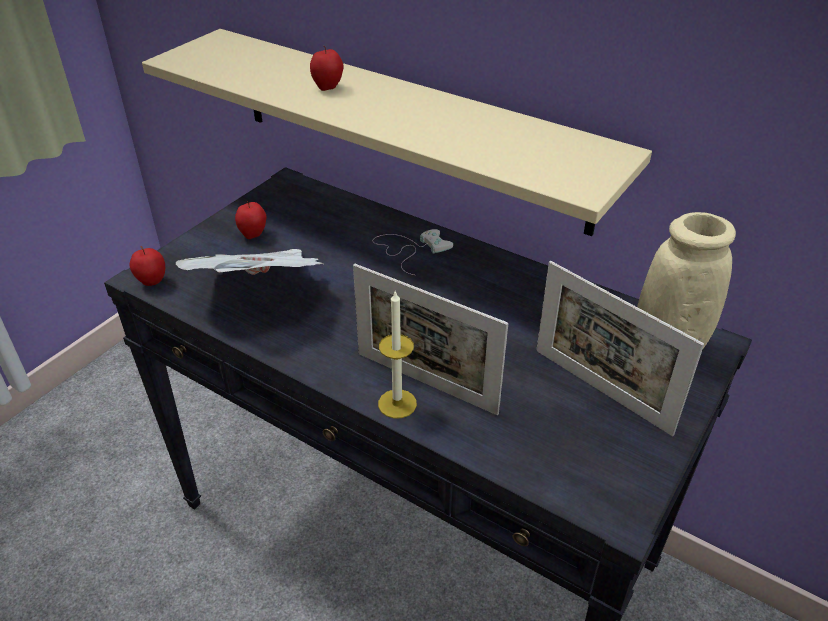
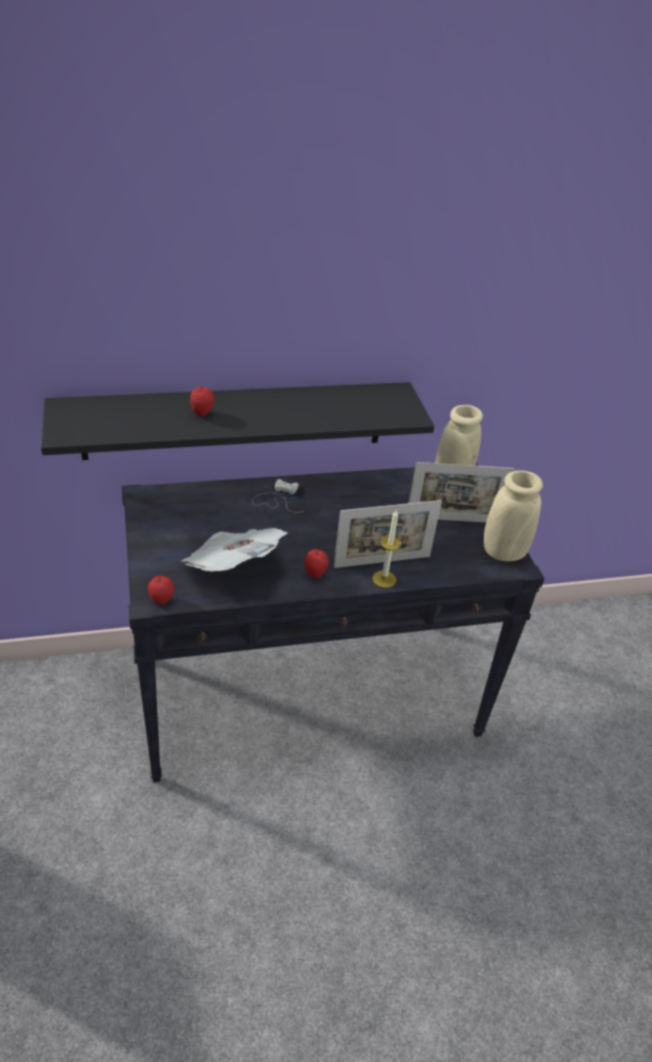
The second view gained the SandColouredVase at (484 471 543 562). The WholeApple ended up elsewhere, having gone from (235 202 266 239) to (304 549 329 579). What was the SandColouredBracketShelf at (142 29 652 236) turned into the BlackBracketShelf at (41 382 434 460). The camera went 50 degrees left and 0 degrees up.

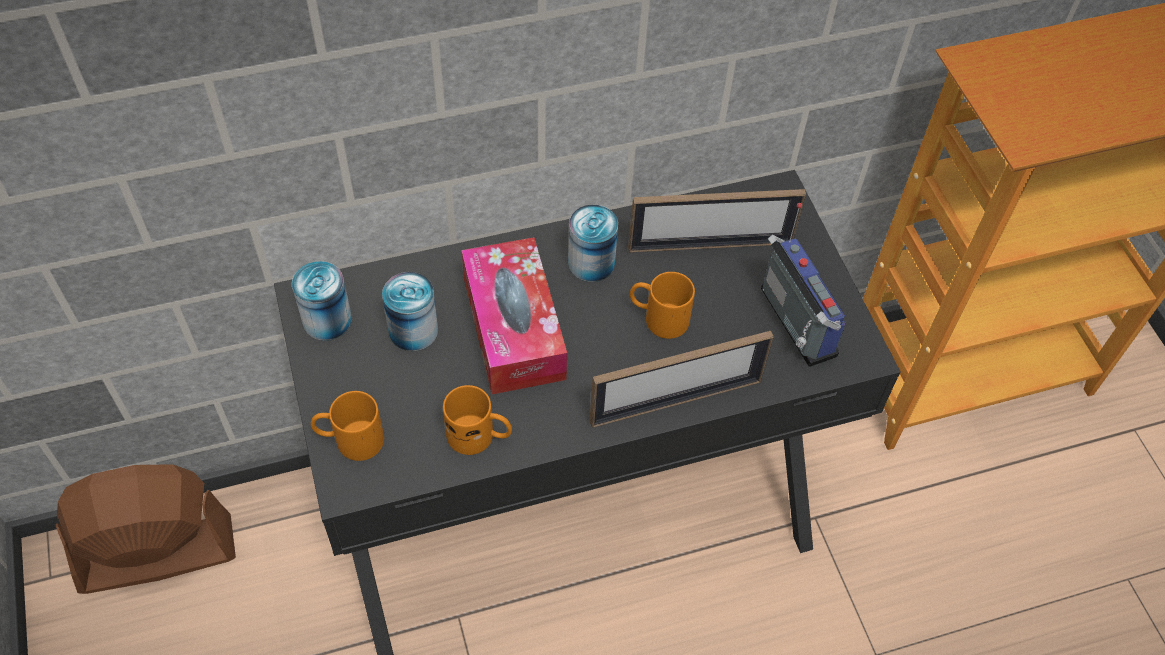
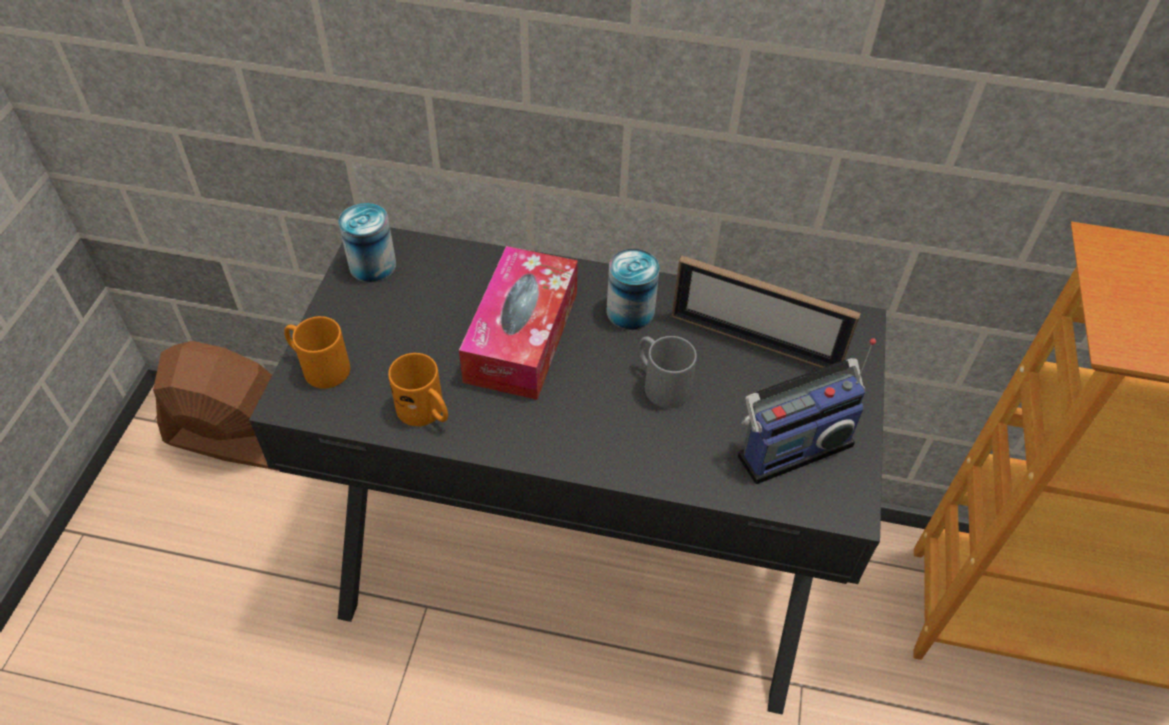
The second view lost the SealedCan at (382 272 438 351). The second view lost the StandingFrame at (589 331 774 428). What was the OrangeMug at (630 272 695 339) turned into the GreyishMug at (638 336 697 408). The RadioSet at (761 203 846 367) ended up facing another way, 60 degrees clockwise from before. The camera went 30 degrees right and 5 degrees down.

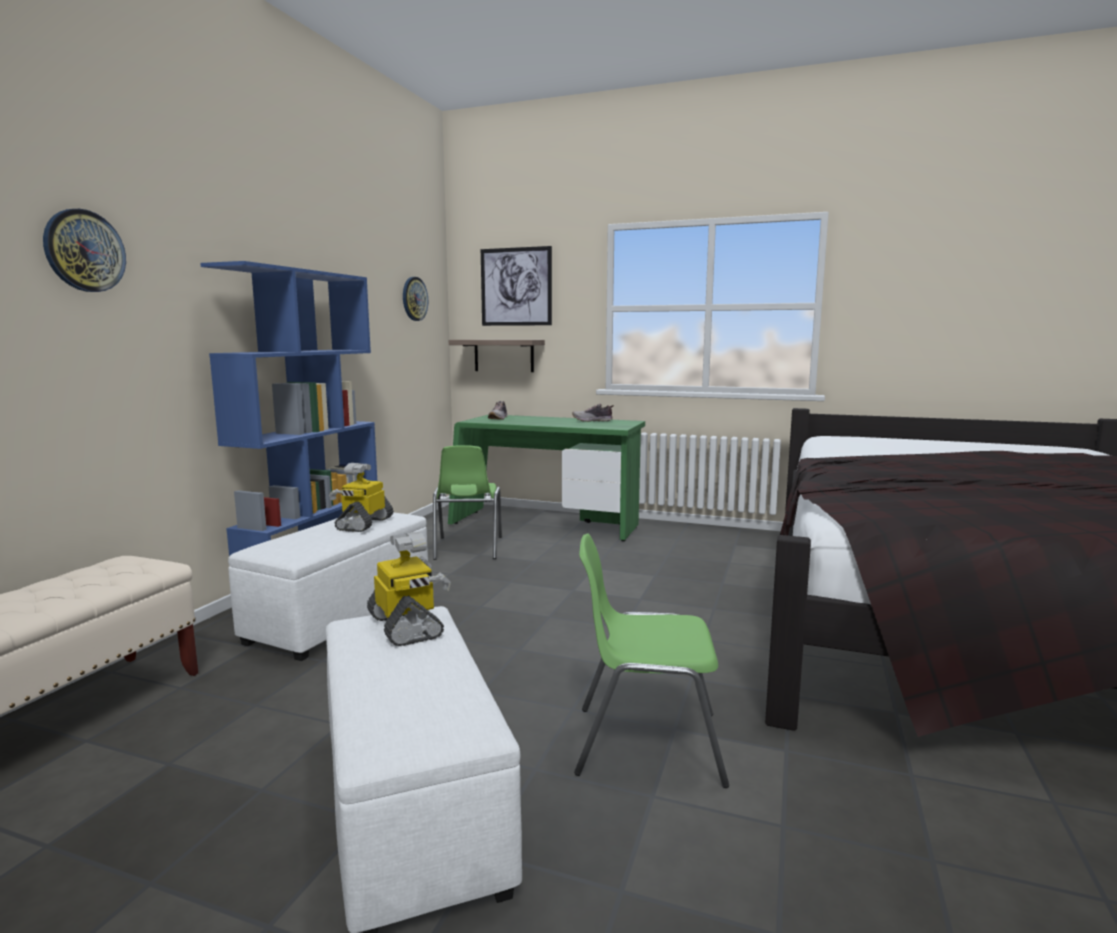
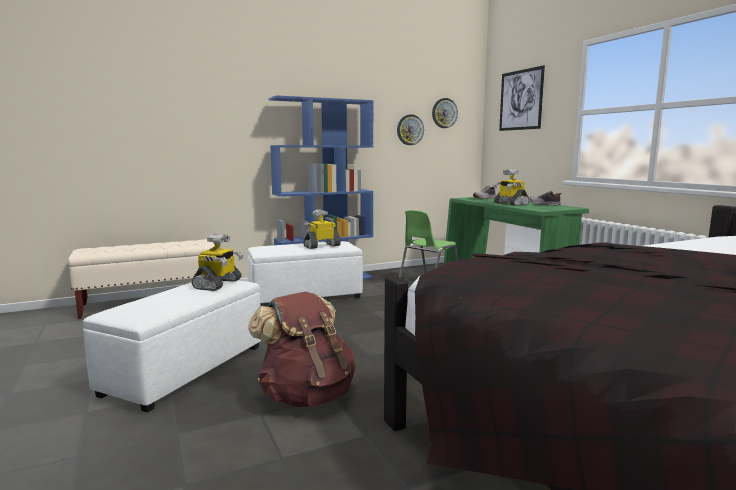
The second view lost the BracketShelf at (449 340 545 372). The second view gained the ModelRobot at (493 169 530 206). The WallClock ended up elsewhere, having gone from (43 209 126 292) to (397 114 424 145). Where the GreenChair stood at (574 533 729 788), the BrownKnapsack came to stand at (248 292 356 407). The camera went 45 degrees right and 0 degrees up.

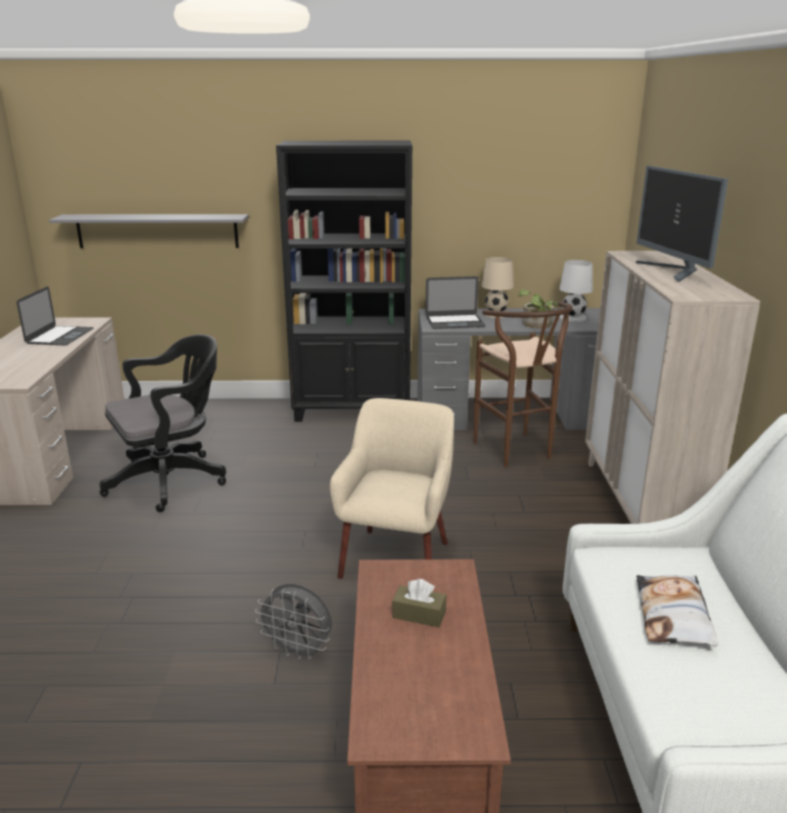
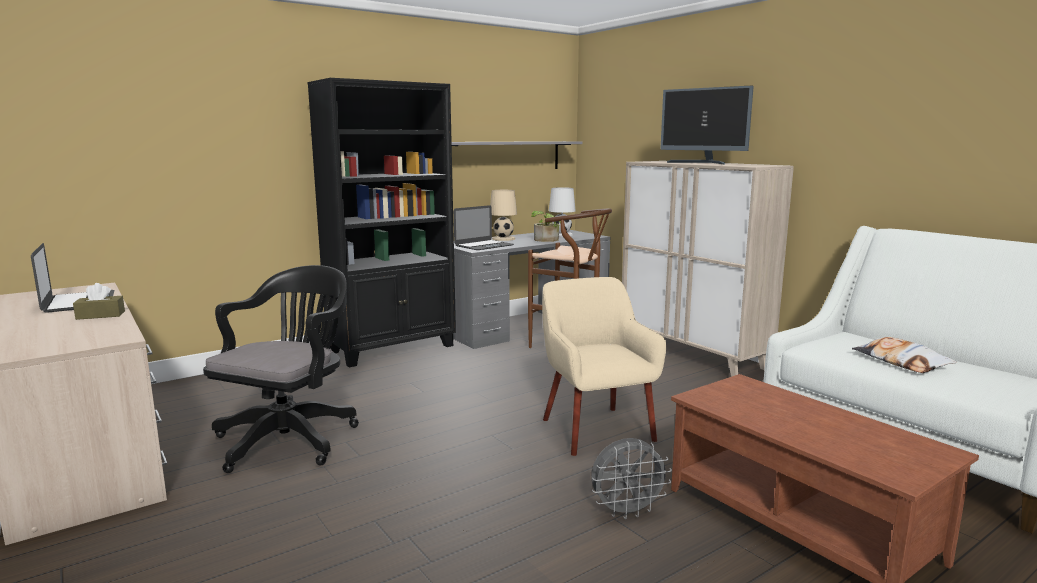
The GreyishBracketShelf ended up elsewhere, having gone from (49 214 249 248) to (452 141 582 169). The BrownTissueBox ended up elsewhere, having gone from (392 579 446 627) to (73 283 125 320). The camera went 35 degrees left and 10 degrees down.

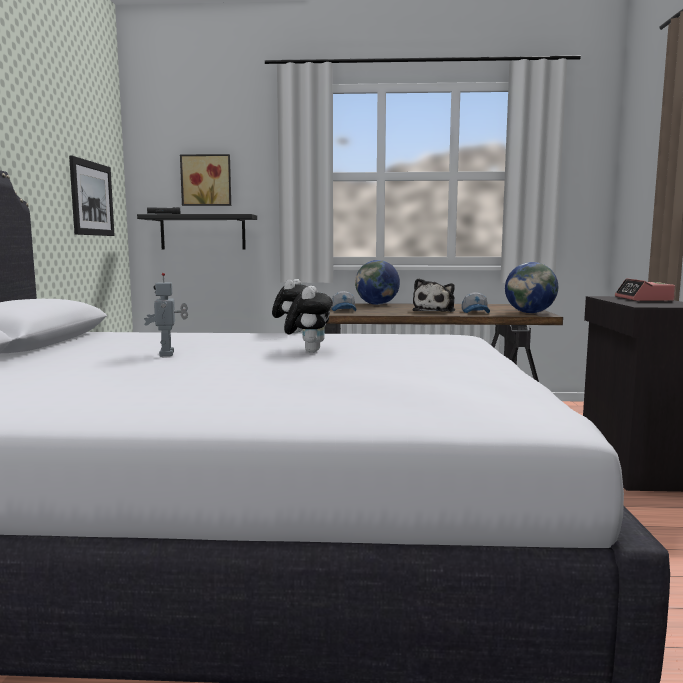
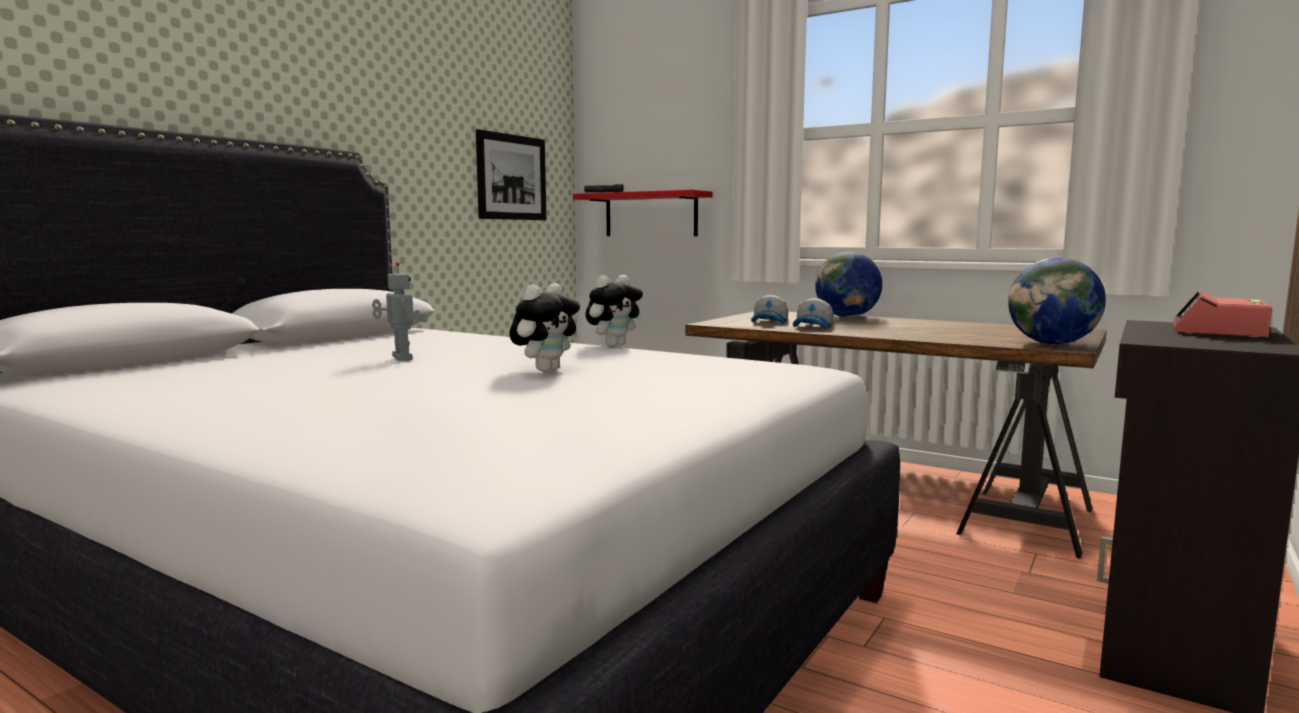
The second view lost the Picture at (180 154 231 206). The second view lost the SoftToy at (412 278 455 312). The PeakedCap ended up elsewhere, having gone from (462 292 490 313) to (793 298 834 329). What was the BlackBracketShelf at (137 214 257 250) turned into the RedBracketShelf at (573 190 713 236). The ModelRobot at (144 273 188 356) ended up facing another way, 135 degrees clockwise from before. The camera went 30 degrees right and 0 degrees up.

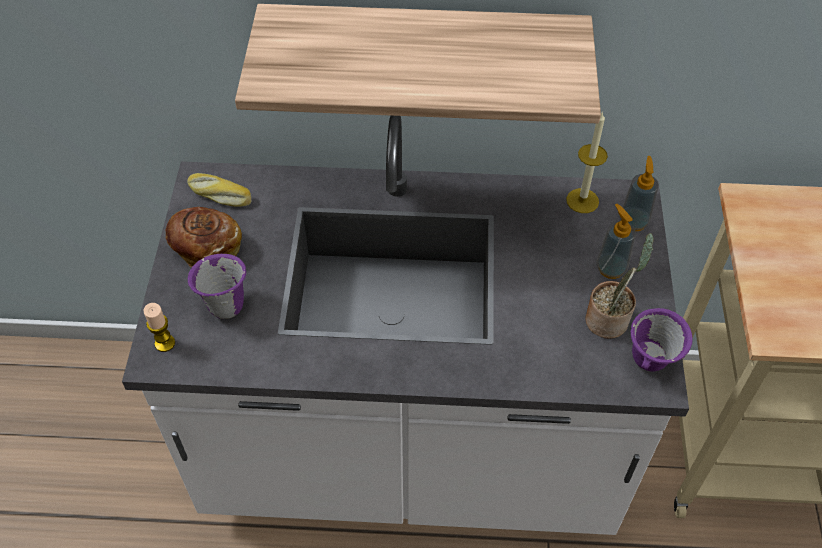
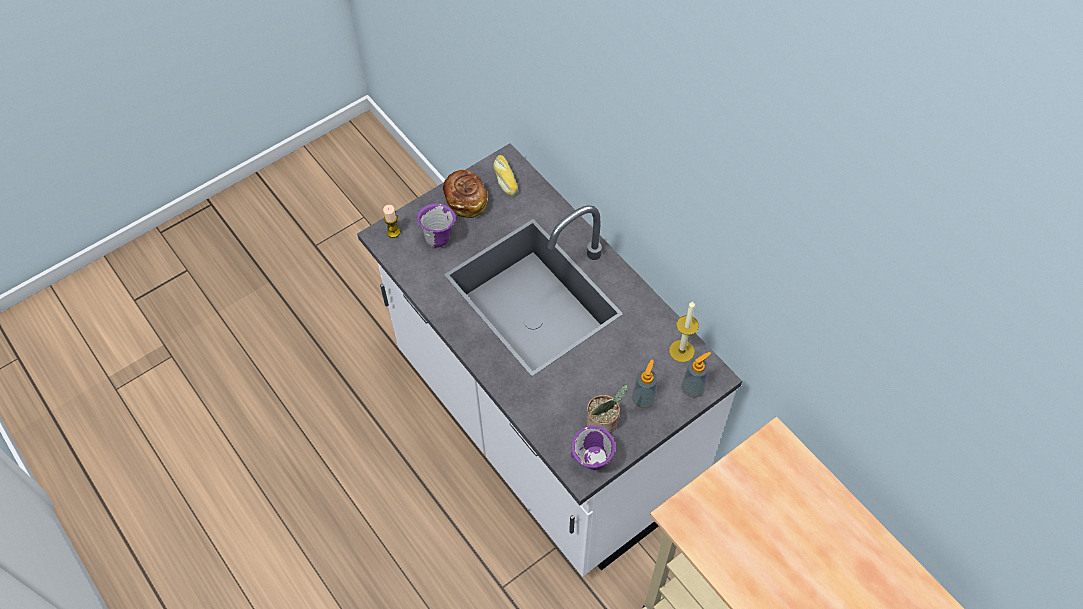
The second view lost the BracketShelf at (235 4 601 124). The camera went 50 degrees right and 5 degrees up.

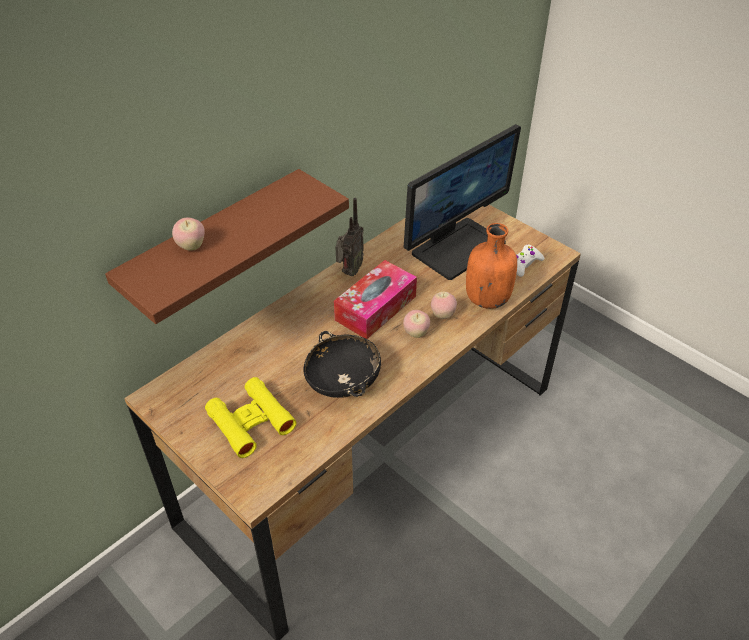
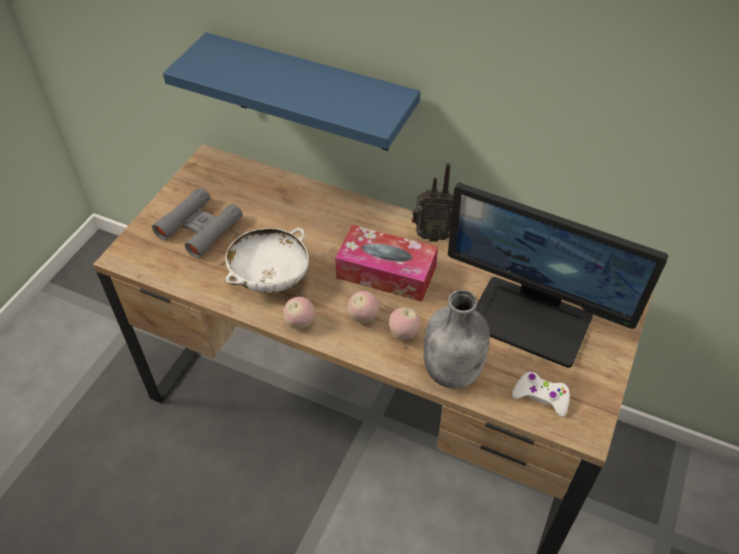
The WholeApple ended up elsewhere, having gone from (172 217 205 251) to (283 297 315 329). What was the BrownBracketShelf at (105 169 349 324) turned into the BlueBracketShelf at (163 33 420 151). What was the YellowFieldGlasses at (205 377 296 458) turned into the GreyishFieldGlasses at (152 187 243 258). What was the BlackBowl at (303 331 381 398) turned into the WhiteBowl at (226 228 309 293). What was the OrangeDrinkBottle at (466 223 517 309) turned into the GreyishDrinkBottle at (424 290 490 388). The camera went 70 degrees right and 5 degrees up.

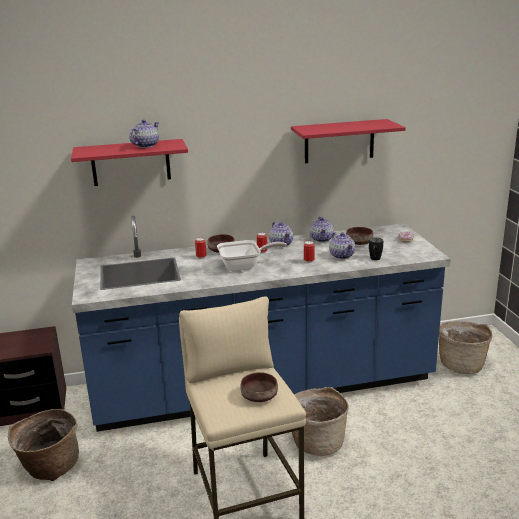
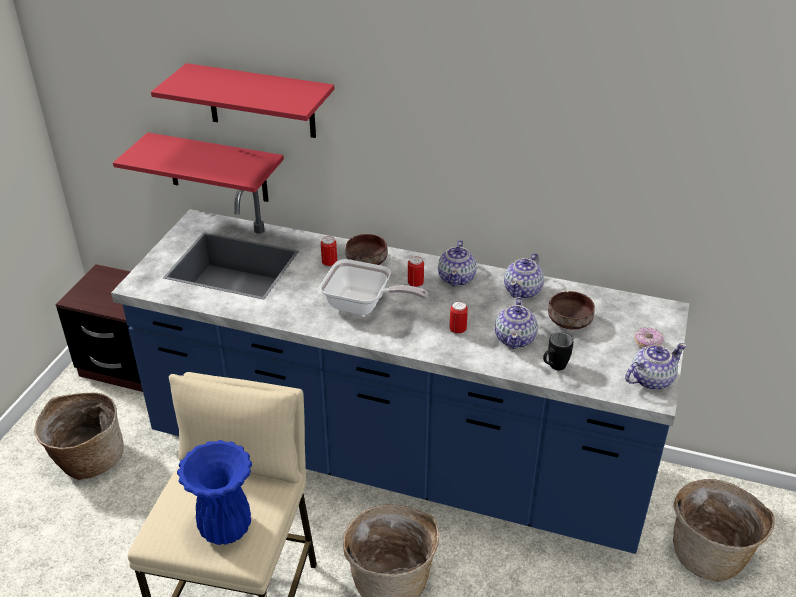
The PotForTea ended up elsewhere, having gone from (129 120 159 148) to (625 343 686 390). The RedBracketShelf ended up elsewhere, having gone from (291 119 406 163) to (113 132 284 202). Where the BrownBowl stood at (241 372 278 402), the BlueVase came to stand at (177 440 252 545). The camera went 30 degrees right and 15 degrees up.

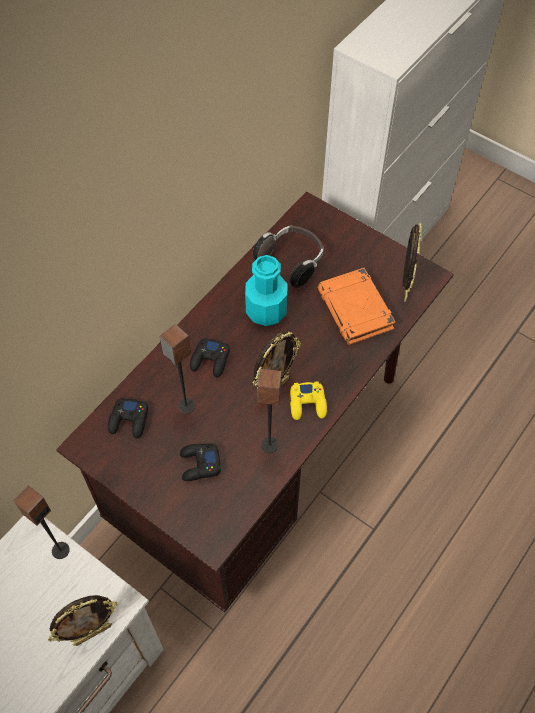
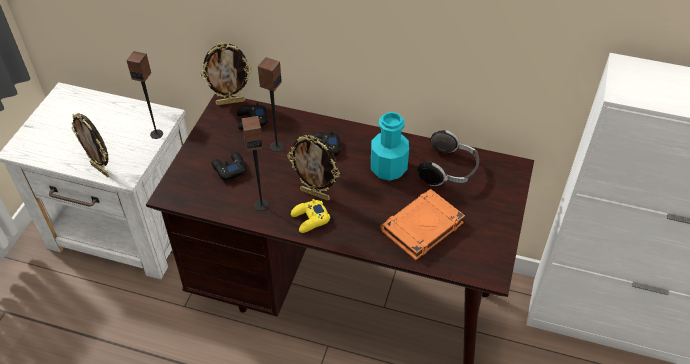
The StandingFrame ended up elsewhere, having gone from (403 223 422 302) to (200 43 252 105). The camera went 70 degrees right and 10 degrees down.

